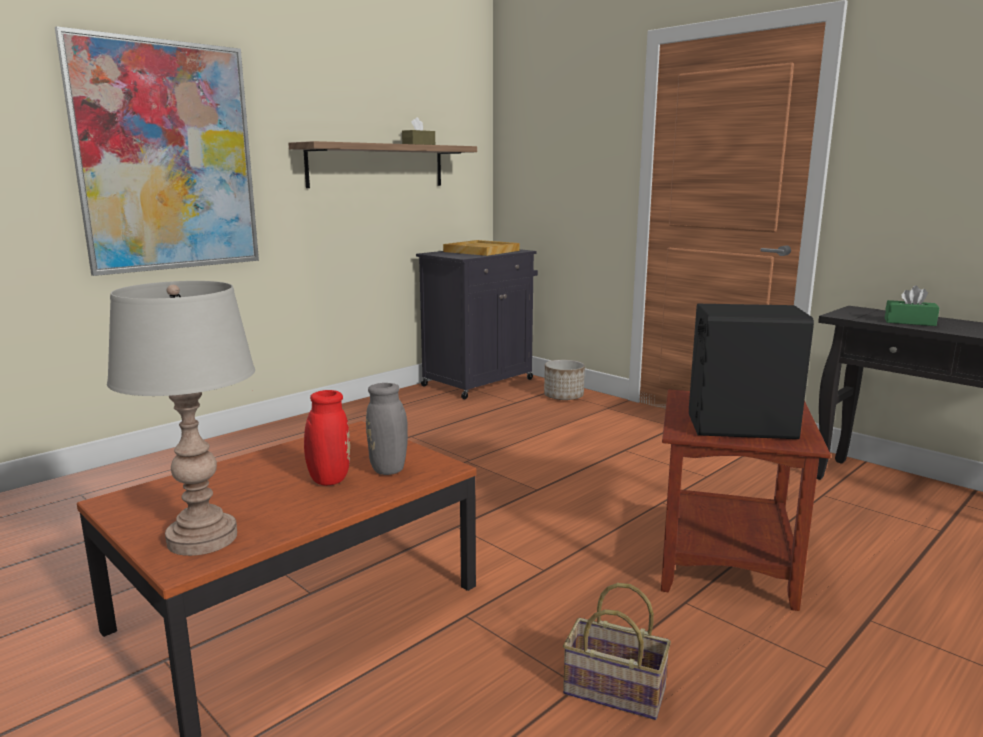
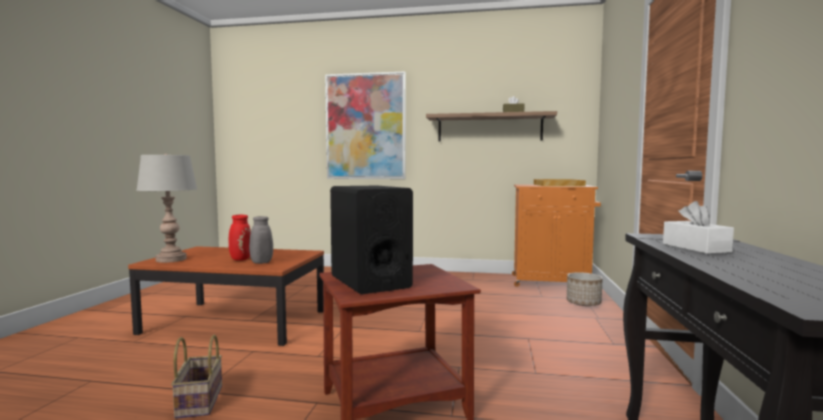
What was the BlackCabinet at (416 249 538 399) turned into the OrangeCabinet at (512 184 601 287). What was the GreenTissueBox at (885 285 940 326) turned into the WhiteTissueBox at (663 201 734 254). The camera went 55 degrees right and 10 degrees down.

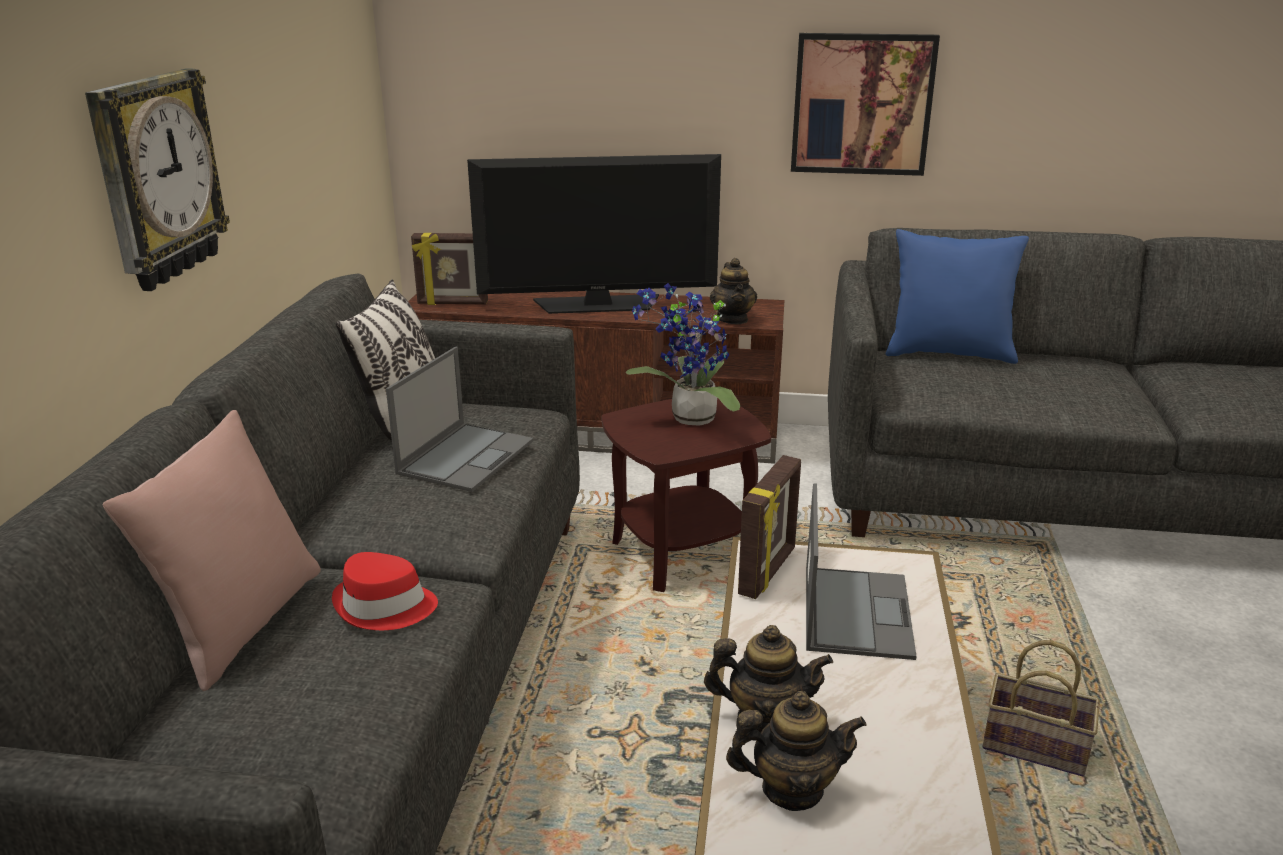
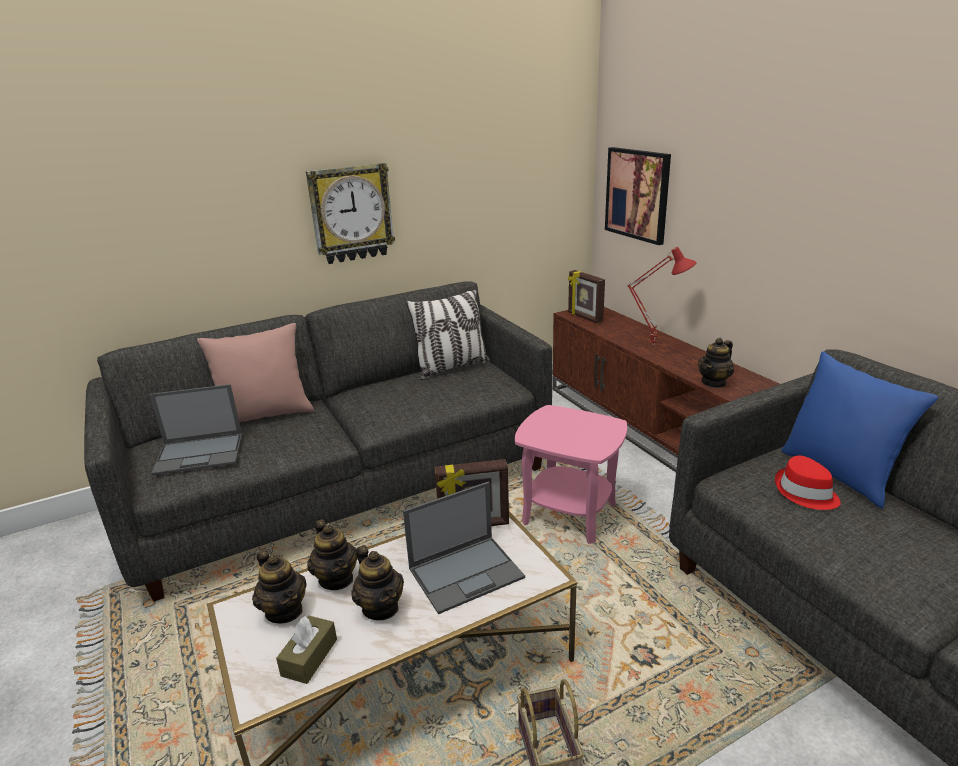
The second view lost the PottedPlant at (626 283 740 426). The second view gained the BrownTissueBox at (276 616 337 684). The second view gained the PotForTea at (351 545 404 620). The RedWearableHat ended up elsewhere, having gone from (332 552 438 630) to (775 456 841 510). The NotebookComputer ended up elsewhere, having gone from (386 347 533 492) to (150 384 242 475). The Picture ended up elsewhere, having gone from (791 33 940 176) to (605 147 671 245). Where the Television stood at (467 154 721 314), the RedTableLamp came to stand at (627 247 696 345). What was the BrownAccentTable at (602 397 771 592) turned into the PinkAccentTable at (515 405 627 544). The camera went 55 degrees right and 0 degrees up.

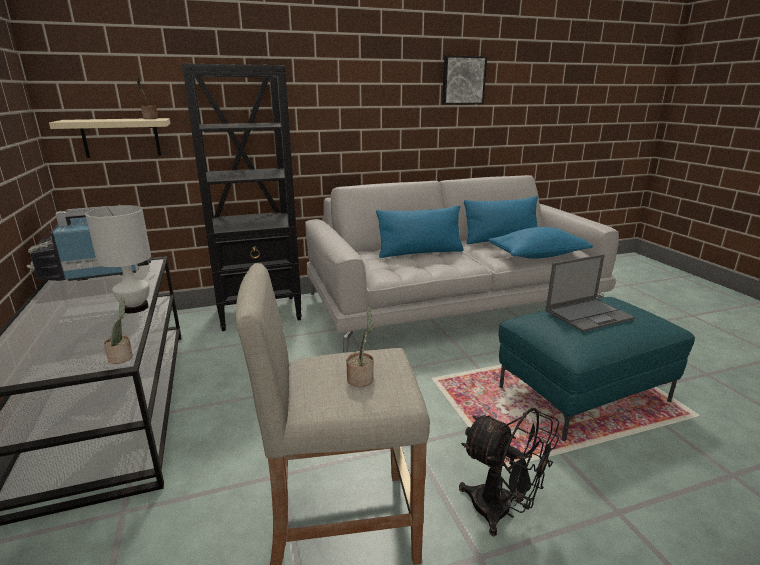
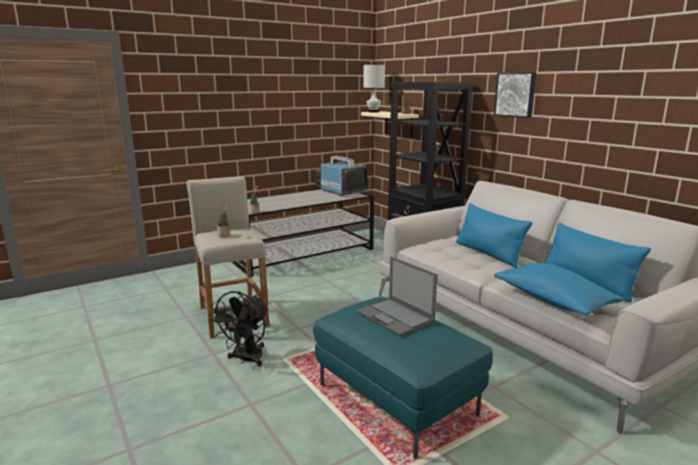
The WhiteTableLamp ended up elsewhere, having gone from (85 205 151 313) to (364 65 385 113). The Picture ended up elsewhere, having gone from (442 55 487 105) to (494 72 536 118). The camera went 75 degrees right and 5 degrees down.

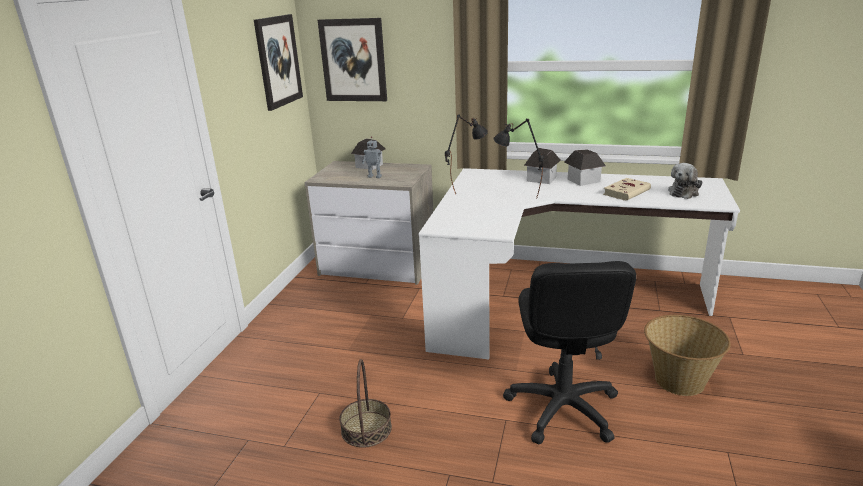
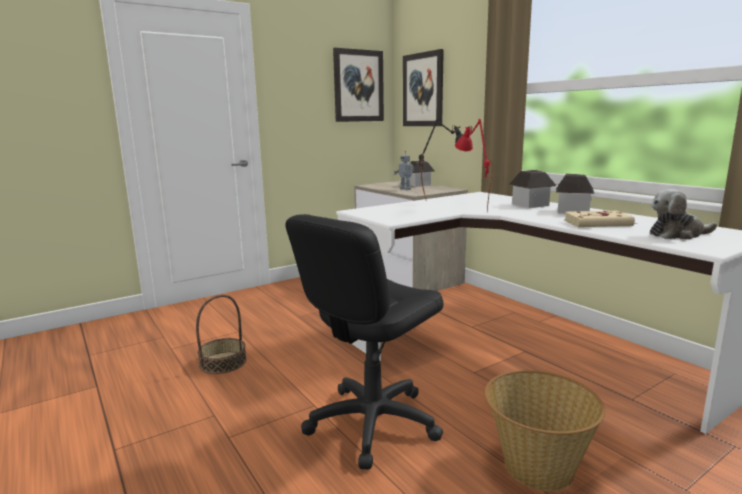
What was the BlackTableLamp at (493 118 544 198) turned into the RedTableLamp at (455 119 493 212). The camera went 40 degrees right and 10 degrees down.

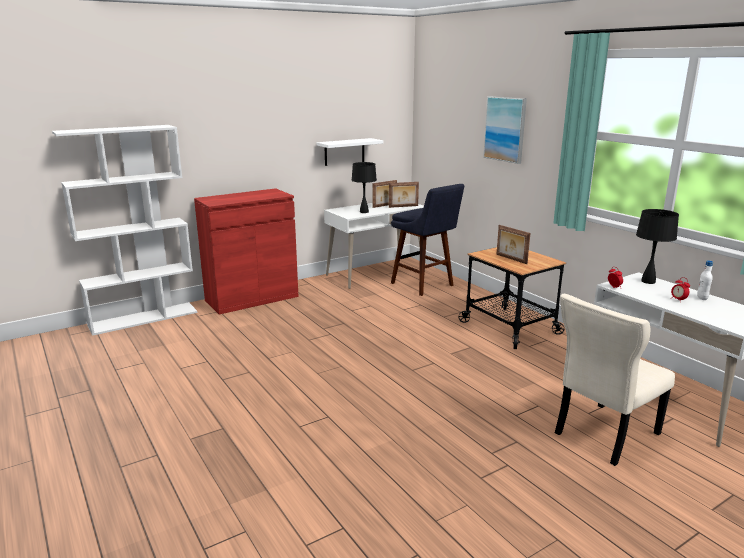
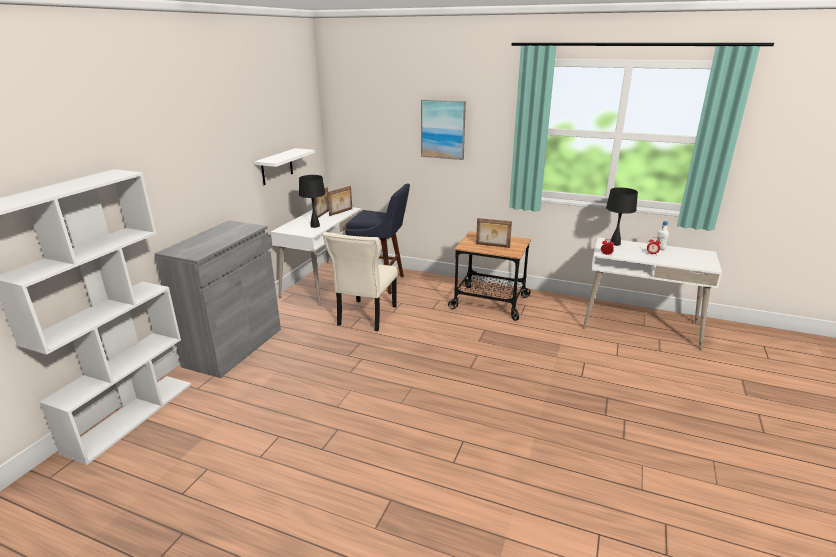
The SandColouredChair ended up elsewhere, having gone from (555 294 675 466) to (323 232 398 332). What was the RedCabinet at (194 188 299 315) turned into the GreyishCabinet at (154 220 281 378). The camera went 35 degrees left and 5 degrees up.

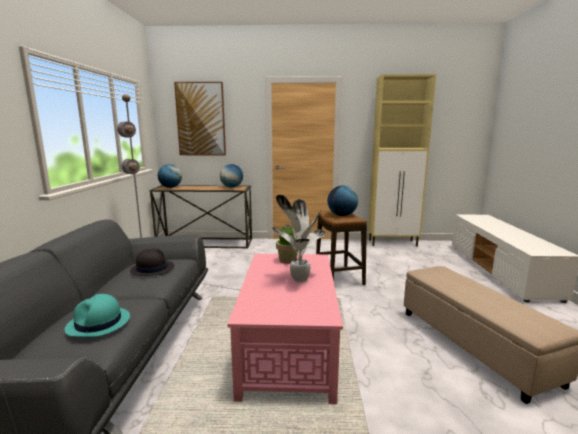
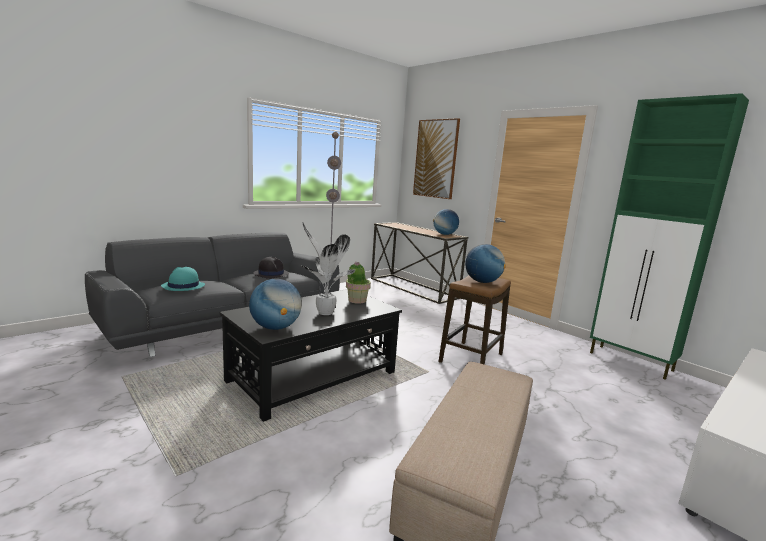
The WorldGlobe ended up elsewhere, having gone from (158 164 182 188) to (249 279 302 330). What was the PinkCoffeeTable at (227 254 343 404) turned into the BlackCoffeeTable at (220 289 402 422). What was the SandColouredCabinet at (368 74 436 247) turned into the GreenCabinet at (590 93 749 380). The camera went 45 degrees right and 0 degrees up.

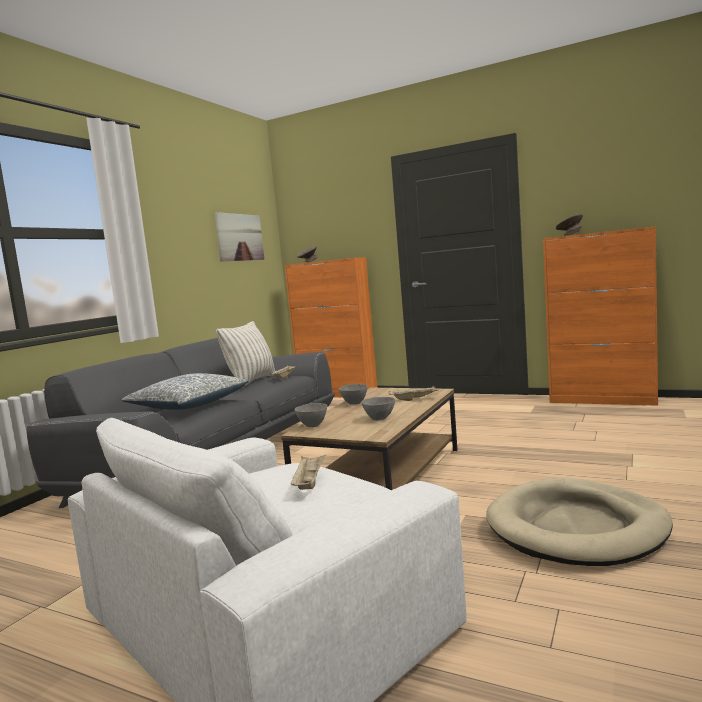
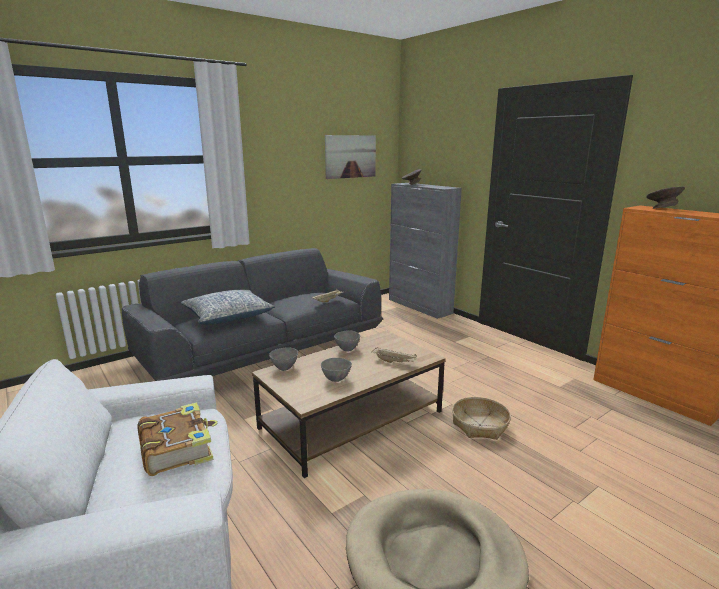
The second view lost the Cushion at (216 321 275 386). The second view gained the HouseholdBasket at (452 397 511 440). Where the SandColouredServingTray stood at (290 455 325 490), the Volume came to stand at (137 402 218 476). What was the OrangeCabinet at (285 257 377 397) turned into the GreyishCabinet at (389 183 462 319). The camera went 25 degrees right and 10 degrees up.

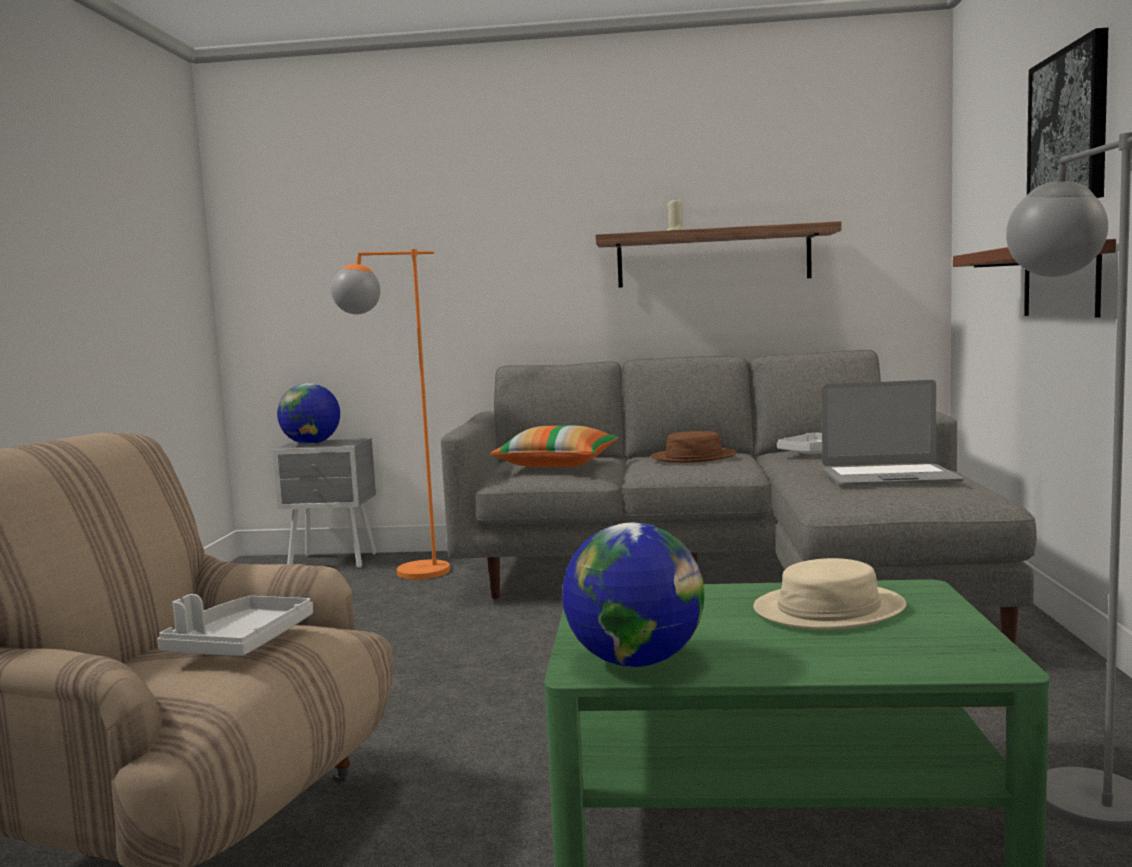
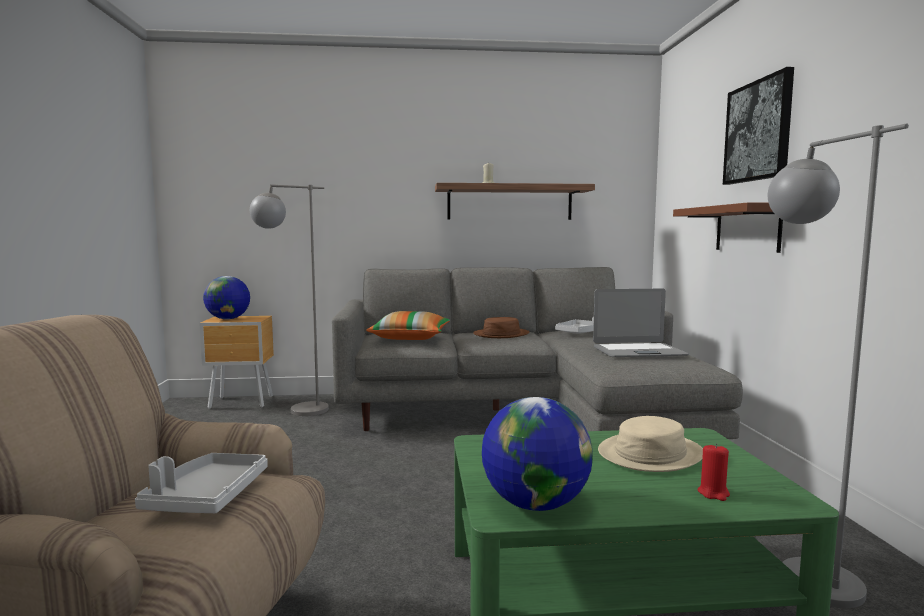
The second view gained the RedWaxLight at (697 443 730 501). What was the GreyishNightTable at (273 438 377 568) turned into the BrownNightTable at (199 316 274 409). What was the OrangeStandardLamp at (331 249 450 579) turned into the GreyishStandardLamp at (250 184 329 416). The camera went 10 degrees left and 0 degrees up.

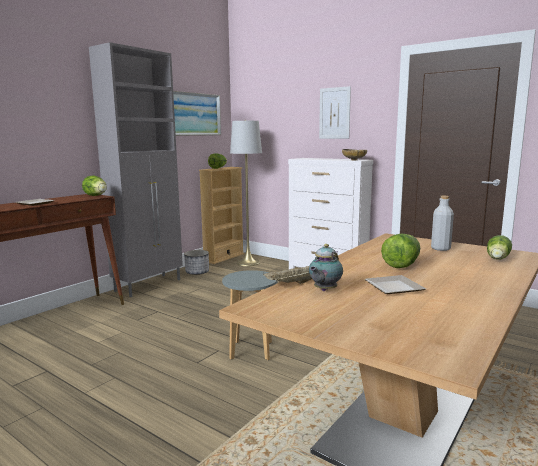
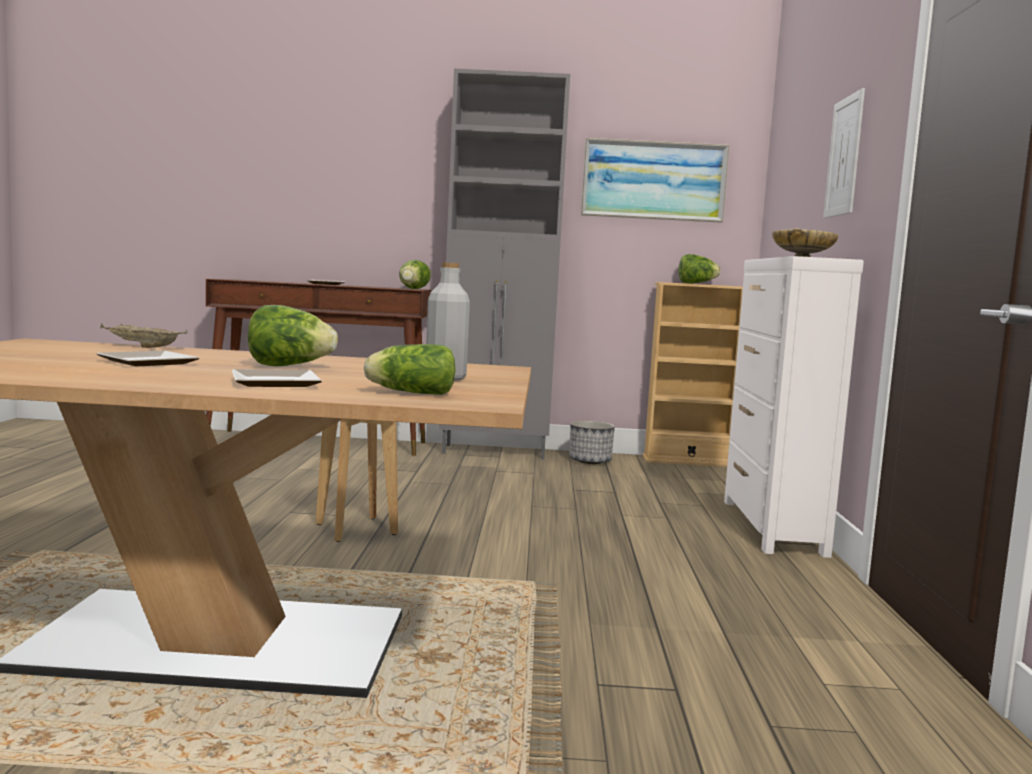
The second view lost the GreyishStandardLamp at (230 120 262 266). The second view lost the PotForTea at (309 244 343 291). The second view gained the Plate at (232 369 322 387). The camera went 55 degrees right and 5 degrees down.

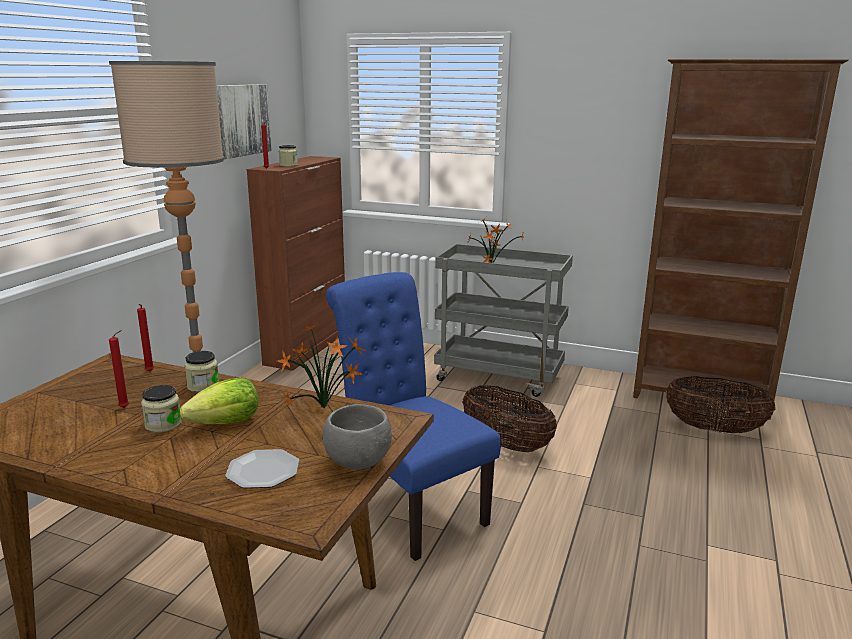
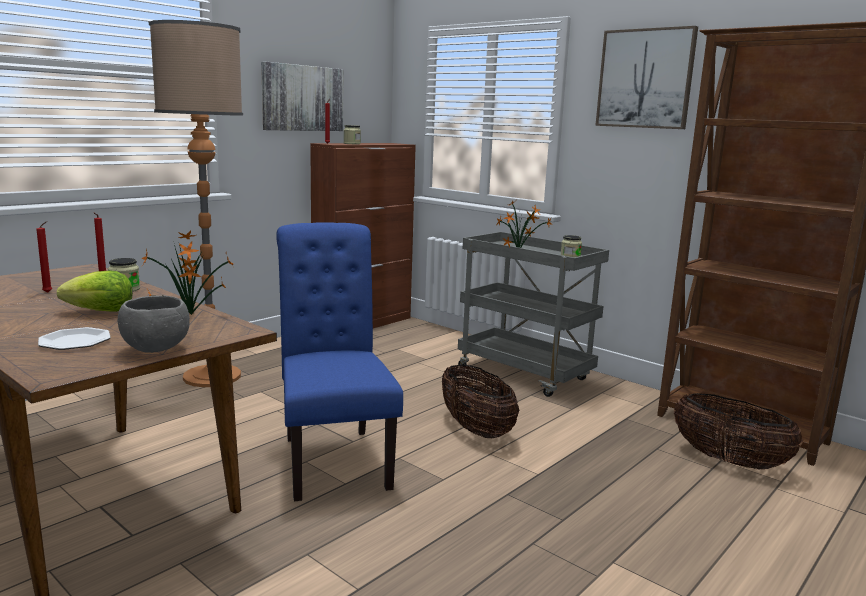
The second view gained the Picture at (595 26 698 129). The Jar ended up elsewhere, having gone from (141 385 182 433) to (561 235 582 258). The camera went 20 degrees right and 5 degrees down.

